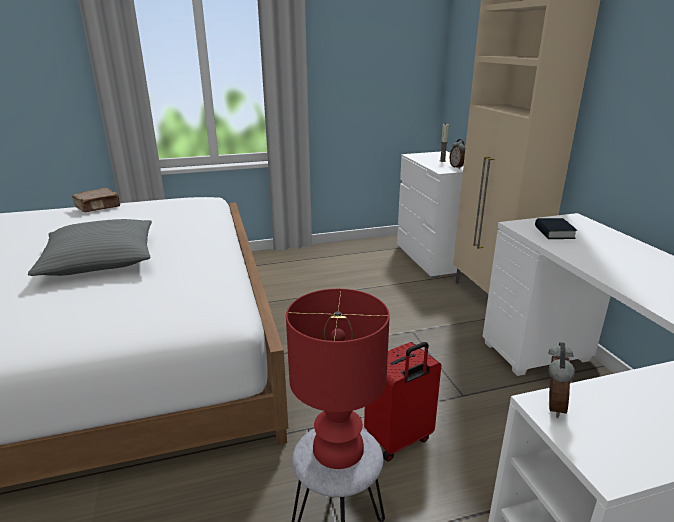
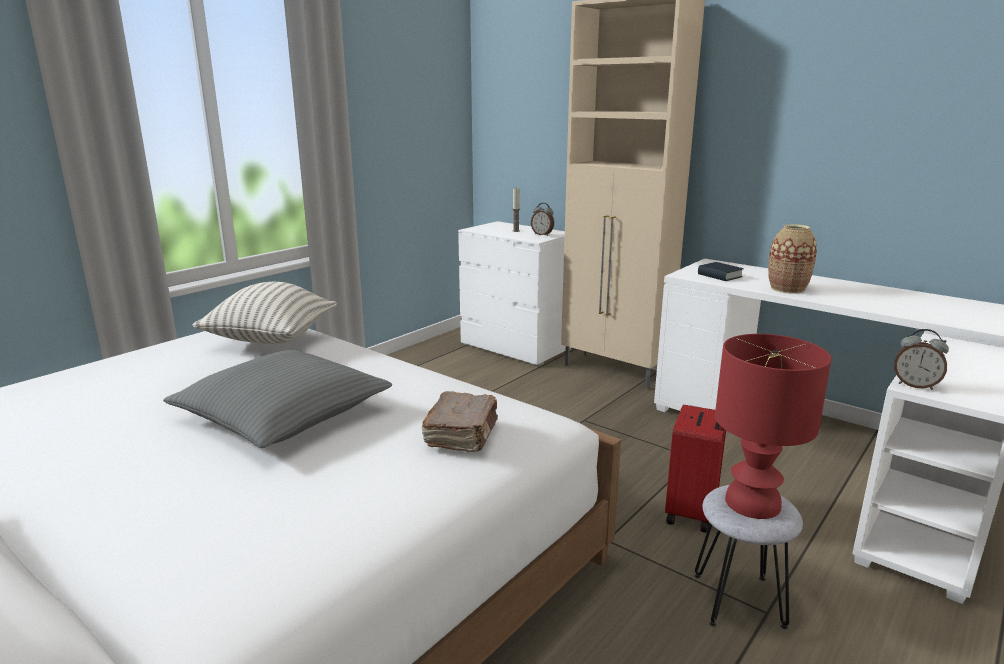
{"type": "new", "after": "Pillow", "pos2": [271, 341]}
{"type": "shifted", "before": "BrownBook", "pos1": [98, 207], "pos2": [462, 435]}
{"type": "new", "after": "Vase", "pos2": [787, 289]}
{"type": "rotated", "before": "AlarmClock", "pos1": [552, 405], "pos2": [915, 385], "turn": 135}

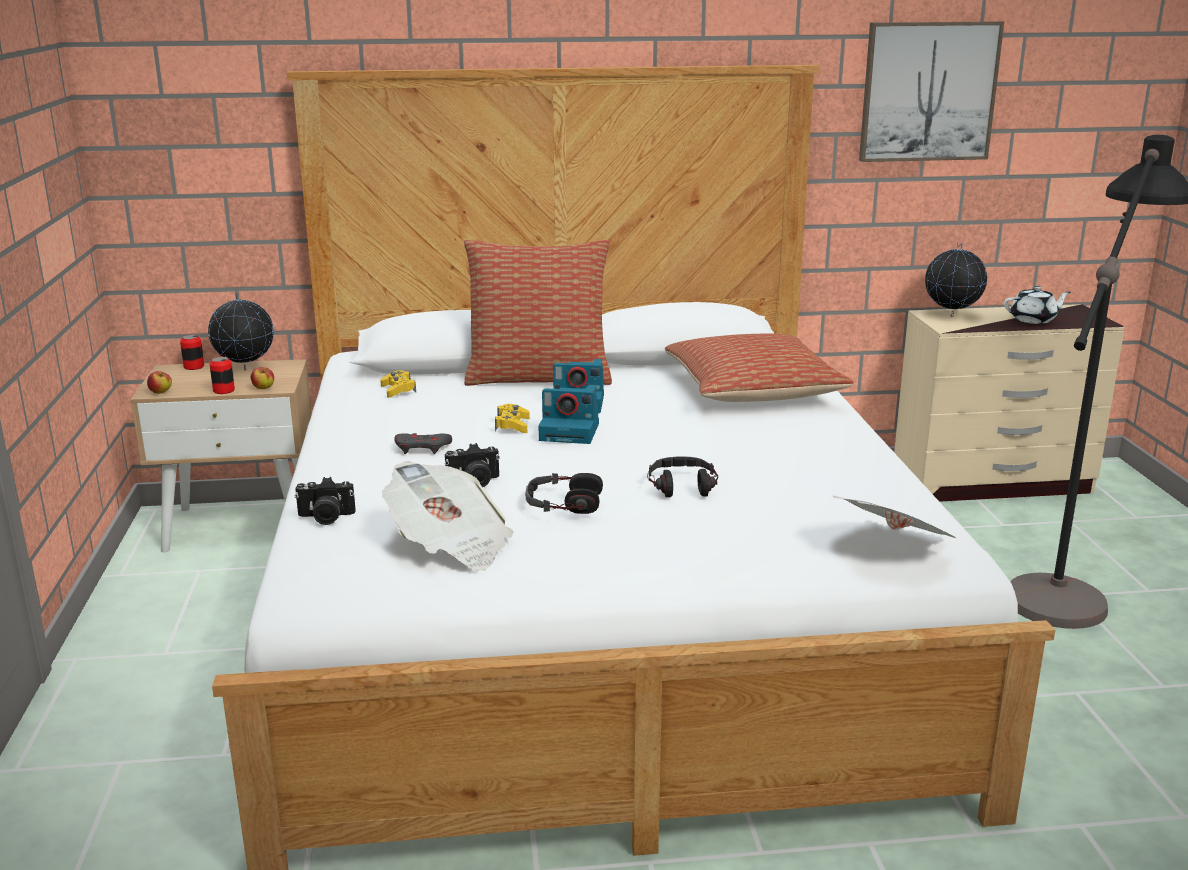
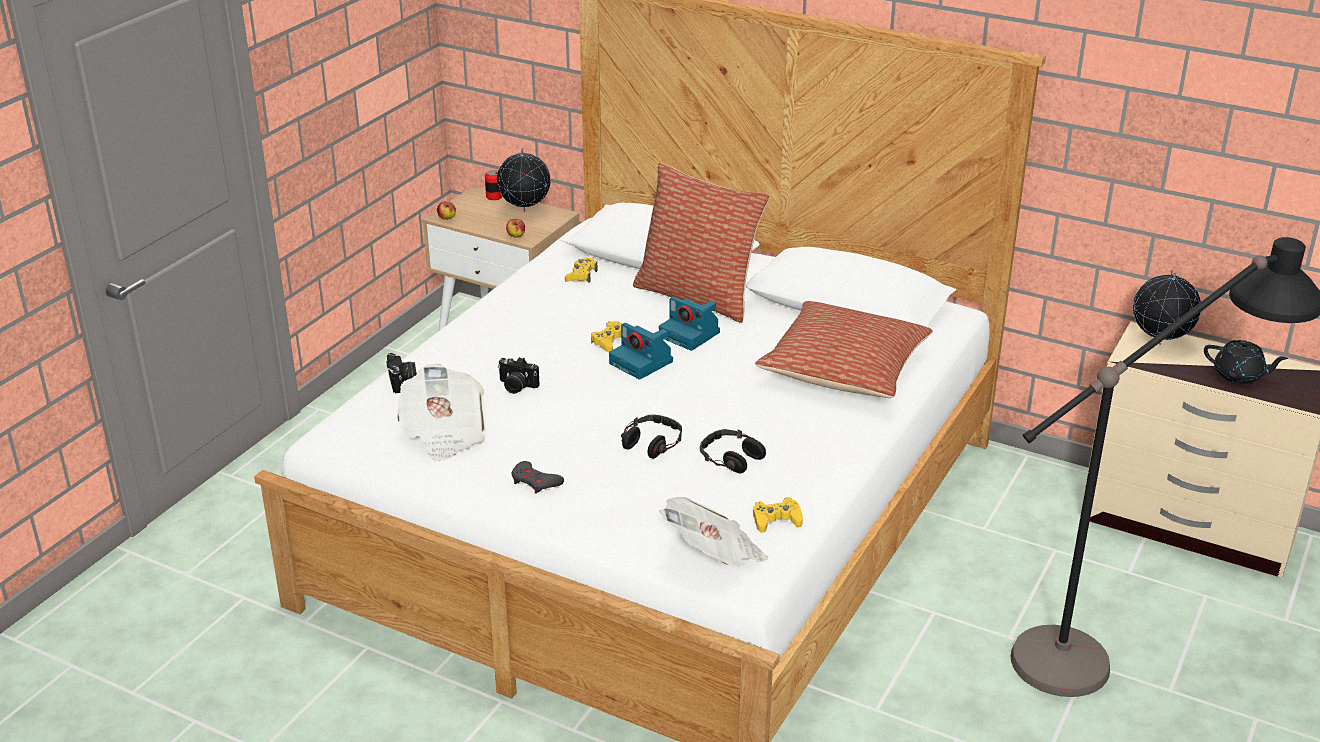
{"type": "rotated", "before": "PhotoCamera", "pos1": [325, 517], "pos2": [402, 381], "turn": -135}
{"type": "shifted", "before": "GreyGameController", "pos1": [422, 448], "pos2": [535, 482]}
{"type": "shifted", "before": "Headphones", "pos1": [563, 504], "pos2": [730, 457]}
{"type": "new", "after": "YellowGameController", "pos2": [776, 520]}
{"type": "repainted", "before": "WhiteTeapot", "after": "BlackTeapot", "pos1": [1033, 320], "pos2": [1239, 375]}
{"type": "gone", "before": "Can", "pos1": [224, 390]}
{"type": "gone", "before": "Picture", "pos1": [928, 92]}

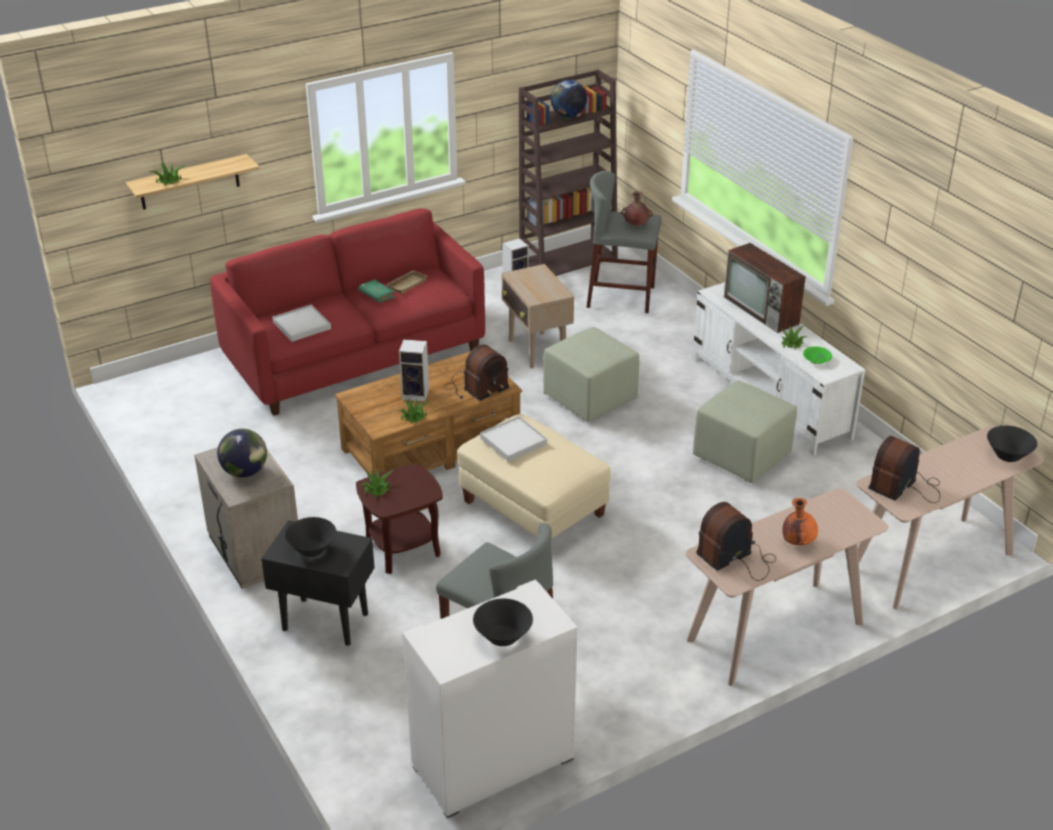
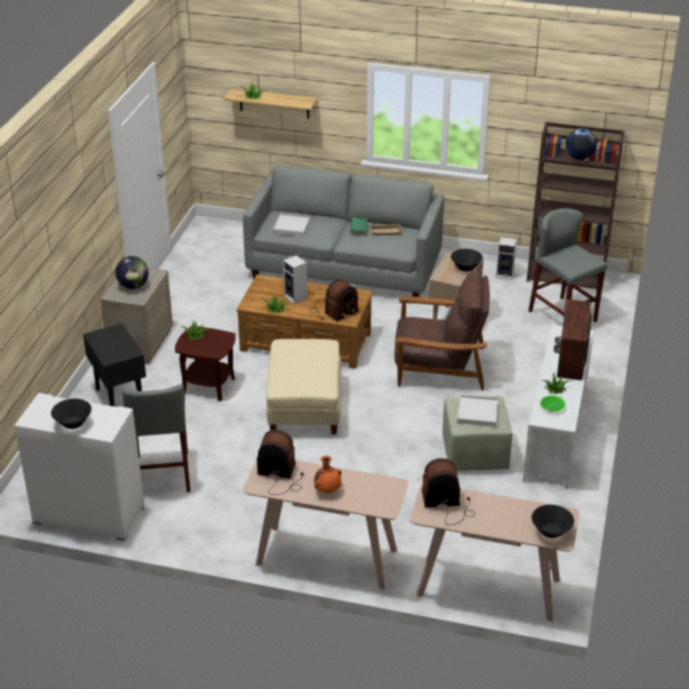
{"type": "repainted", "before": "RedSofa", "after": "GreySofa", "pos1": [355, 355], "pos2": [344, 268]}
{"type": "rotated", "before": "Radio", "pos1": [475, 387], "pos2": [333, 311], "turn": -45}
{"type": "swapped", "before": "GreenOttoman", "after": "BrownArmchair", "pos1": [591, 399], "pos2": [439, 367]}
{"type": "shifted", "before": "BlackBowl", "pos1": [312, 549], "pos2": [465, 268]}
{"type": "shifted", "before": "WhiteTray", "pos1": [513, 441], "pos2": [477, 413]}
{"type": "gone", "before": "BrownVase", "pos1": [635, 225]}

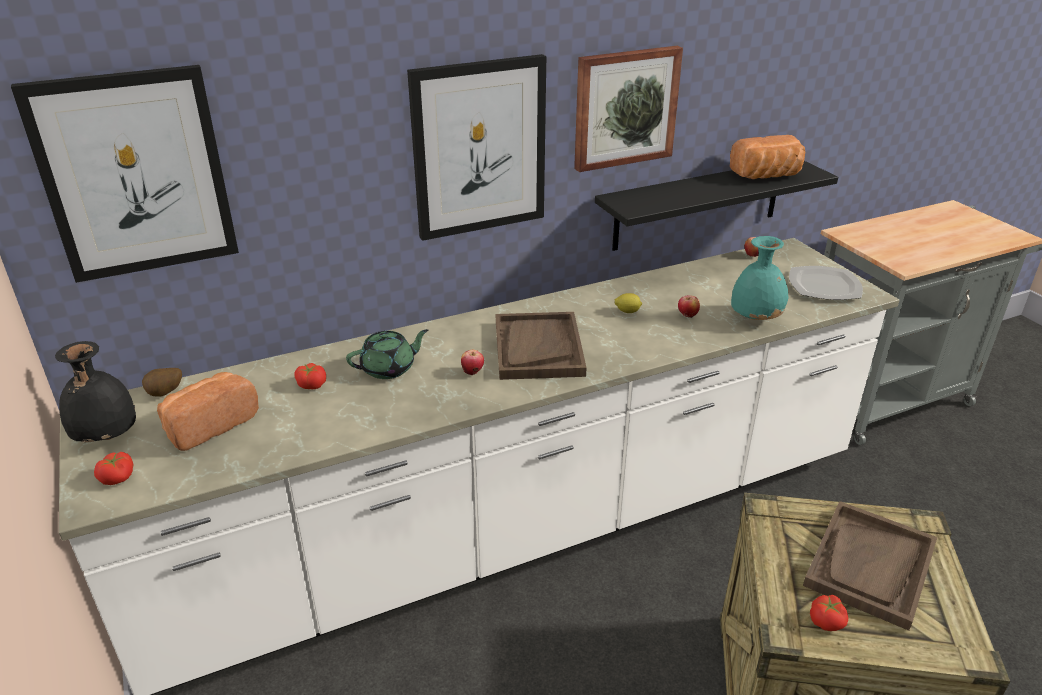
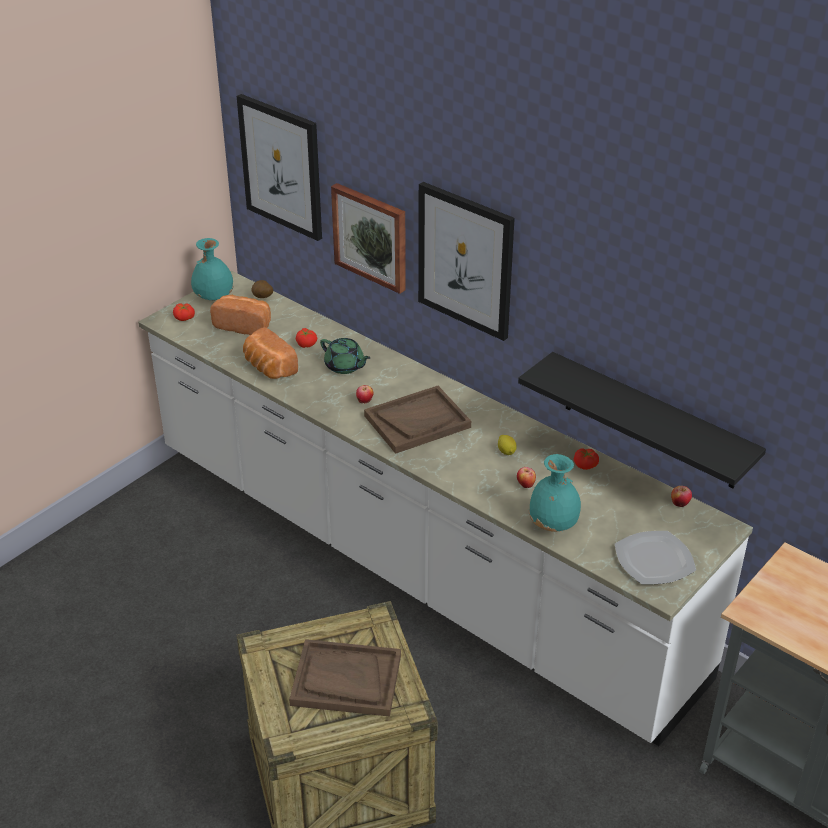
{"type": "repainted", "before": "BlackVase", "after": "TurquoiseVase", "pos1": [105, 436], "pos2": [214, 297]}
{"type": "shifted", "before": "Bread", "pos1": [767, 176], "pos2": [268, 368]}
{"type": "shifted", "before": "Picture", "pos1": [625, 107], "pos2": [371, 236]}
{"type": "shifted", "before": "Tomato", "pos1": [827, 621], "pos2": [585, 465]}

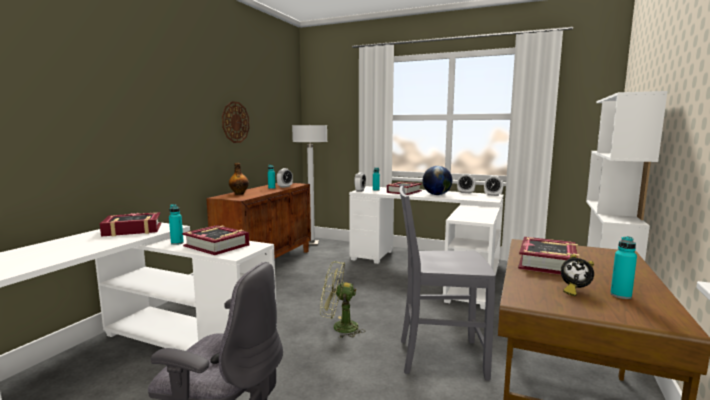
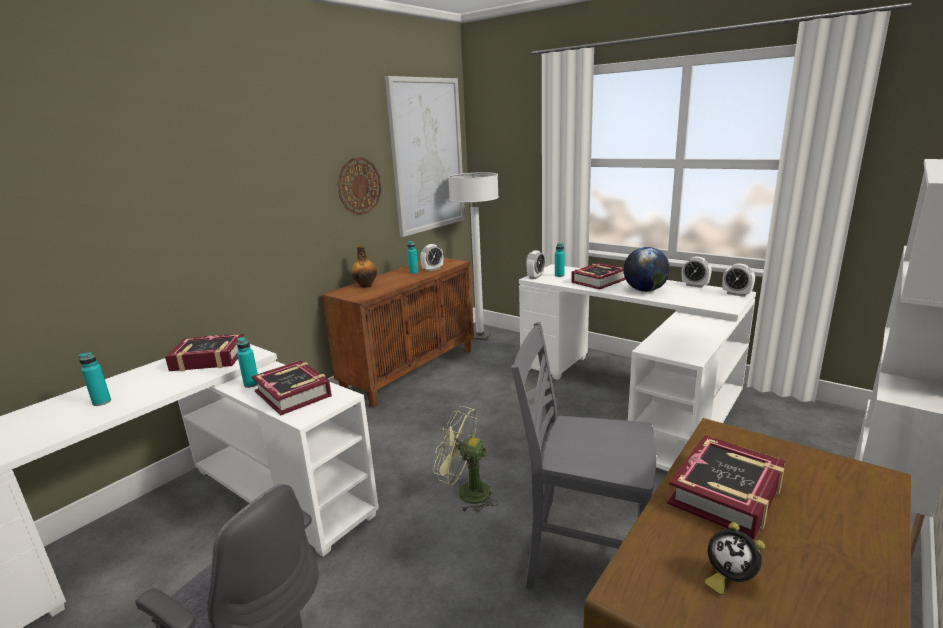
{"type": "shifted", "before": "TurquoiseBottle", "pos1": [620, 295], "pos2": [102, 402]}
{"type": "new", "after": "Picture", "pos2": [427, 156]}

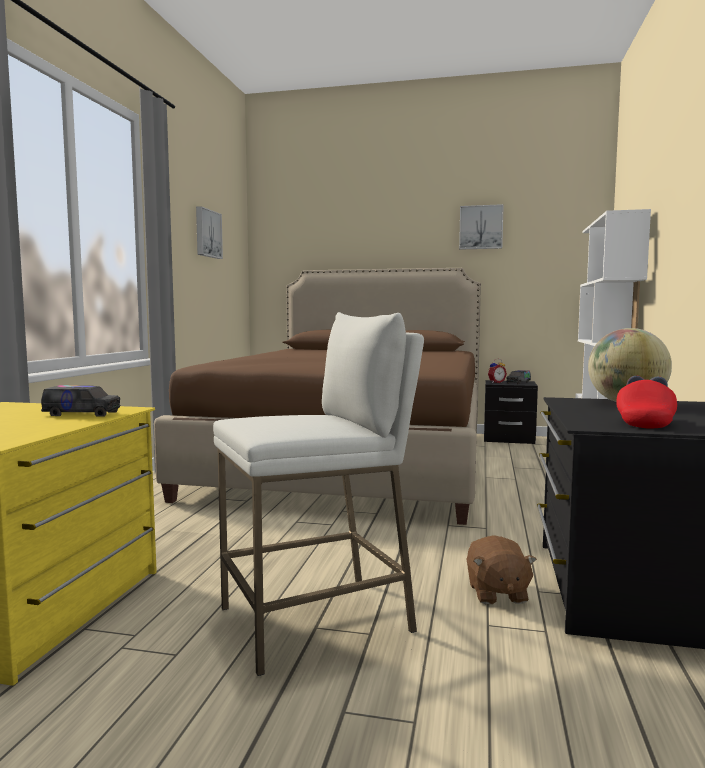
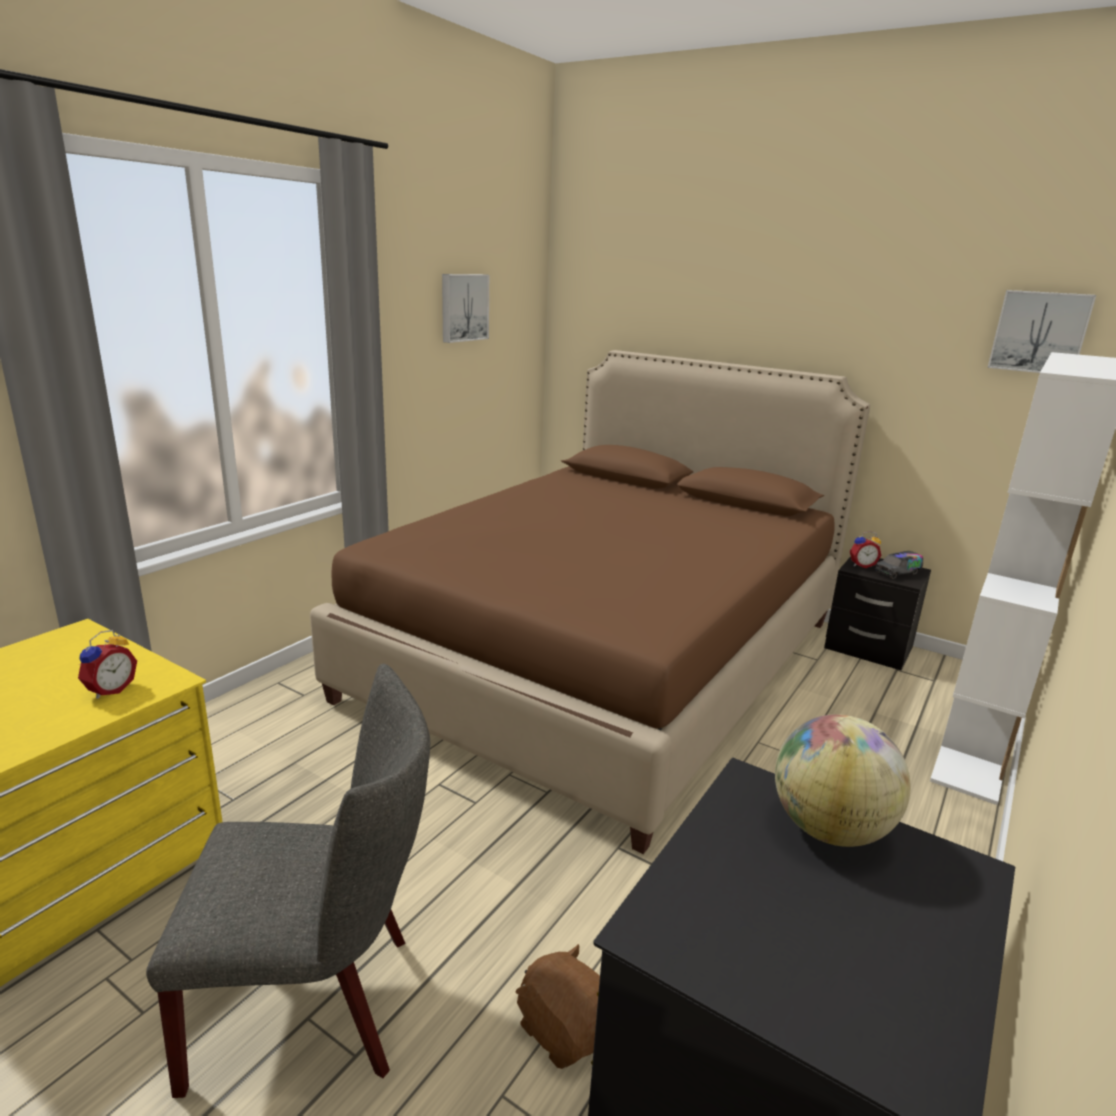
{"type": "swapped", "before": "ToyTruck", "after": "AlarmClock", "pos1": [82, 414], "pos2": [109, 690]}
{"type": "swapped", "before": "WhiteStool", "after": "GreyChair", "pos1": [317, 620], "pos2": [318, 1004]}
{"type": "rotated", "before": "BrownPlushToy", "pos1": [496, 593], "pos2": [565, 1029], "turn": 120}
{"type": "shifted", "before": "Picture", "pos1": [481, 227], "pos2": [1040, 332]}
{"type": "gone", "before": "RedCap", "pos1": [644, 422]}

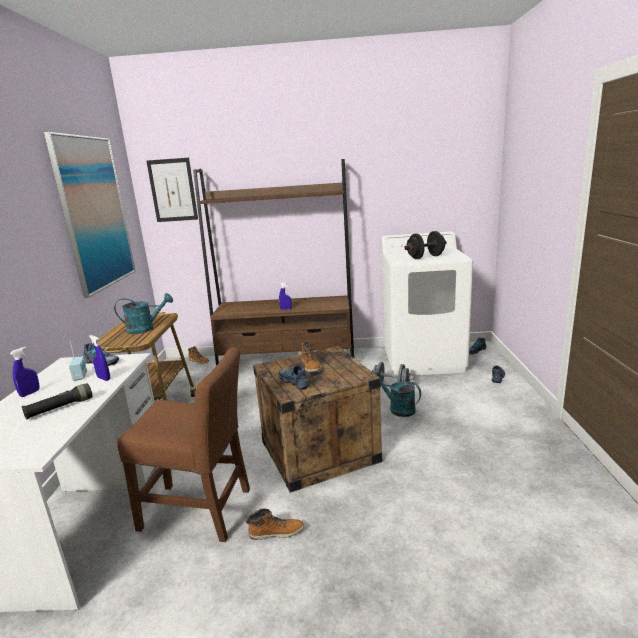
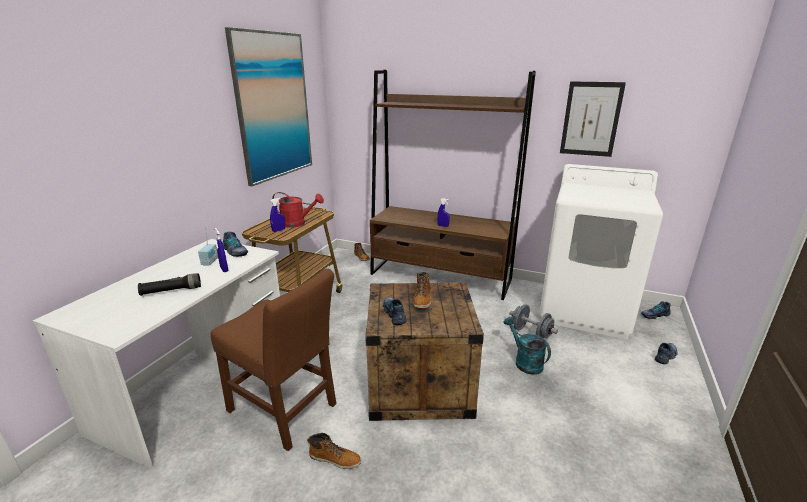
{"type": "shifted", "before": "BlueSprayBottle", "pos1": [30, 393], "pos2": [278, 230]}
{"type": "repainted", "before": "TurquoiseWateringCan", "after": "RedWateringCan", "pos1": [146, 329], "pos2": [297, 223]}
{"type": "shifted", "before": "Picture", "pos1": [173, 190], "pos2": [591, 119]}
{"type": "gone", "before": "BlackDumbbell", "pos1": [425, 257]}

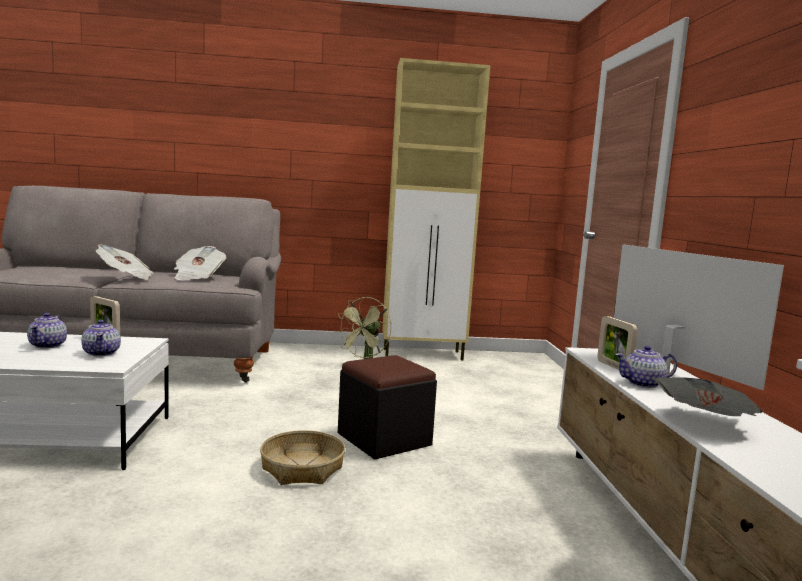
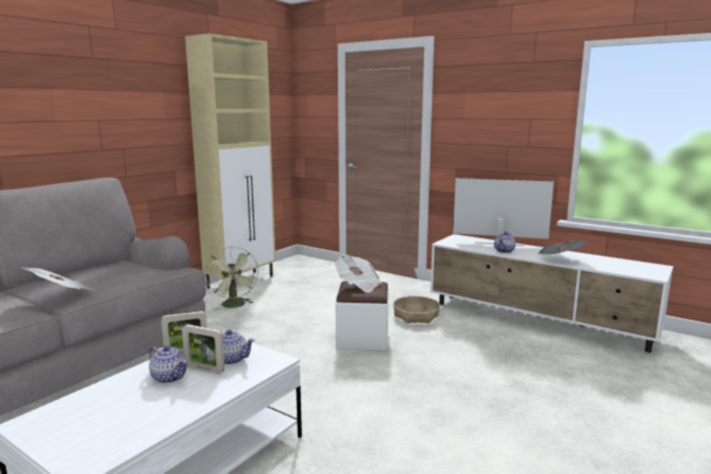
{"type": "shifted", "before": "PictureFrame", "pos1": [613, 366], "pos2": [204, 369]}
{"type": "shifted", "before": "Newspaper", "pos1": [197, 277], "pos2": [358, 285]}
{"type": "repainted", "before": "BlackOttoman", "after": "WhiteOttoman", "pos1": [384, 439], "pos2": [362, 339]}
{"type": "shifted", "before": "Basket", "pos1": [302, 468], "pos2": [416, 316]}

